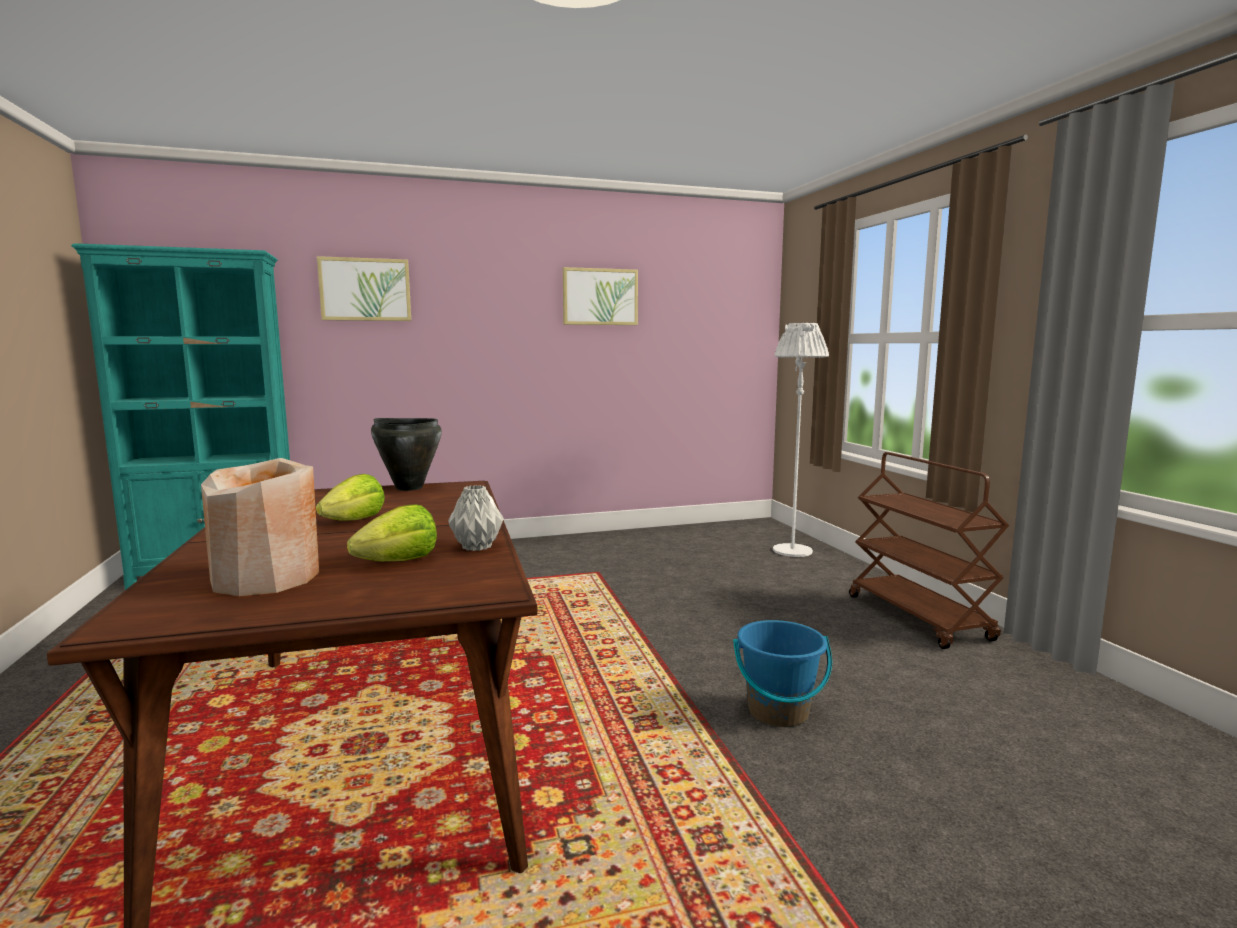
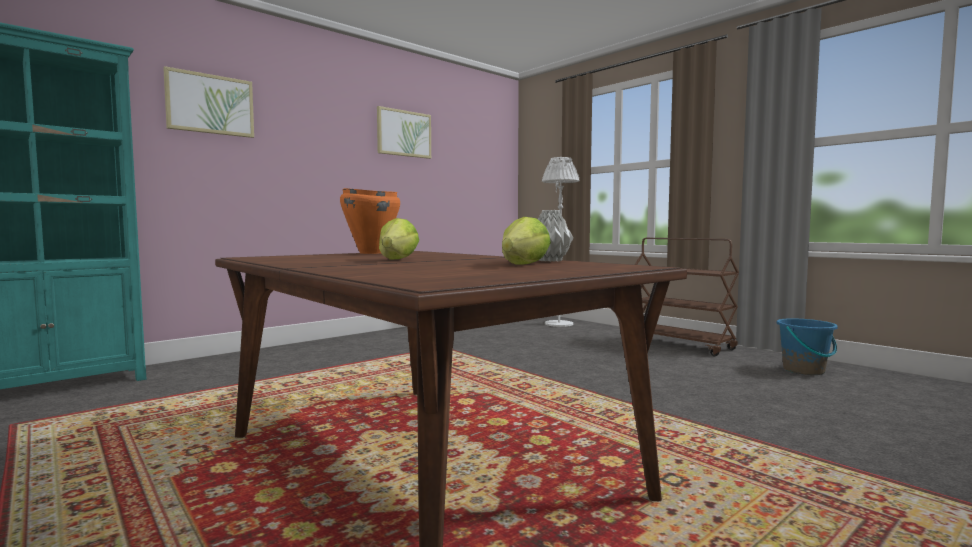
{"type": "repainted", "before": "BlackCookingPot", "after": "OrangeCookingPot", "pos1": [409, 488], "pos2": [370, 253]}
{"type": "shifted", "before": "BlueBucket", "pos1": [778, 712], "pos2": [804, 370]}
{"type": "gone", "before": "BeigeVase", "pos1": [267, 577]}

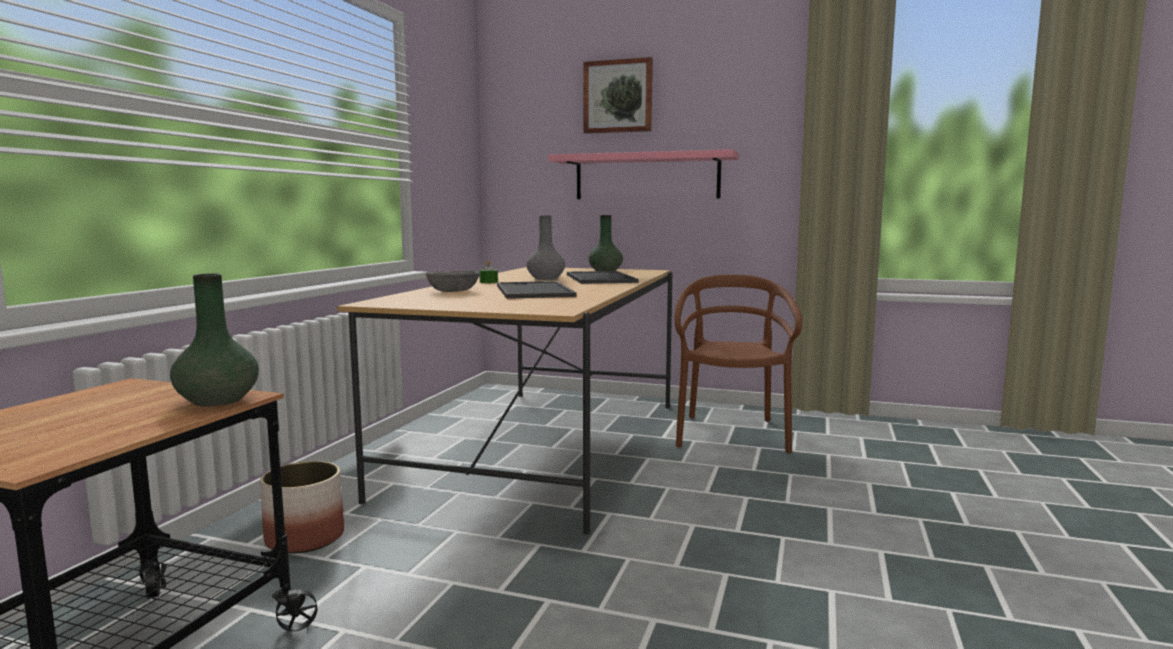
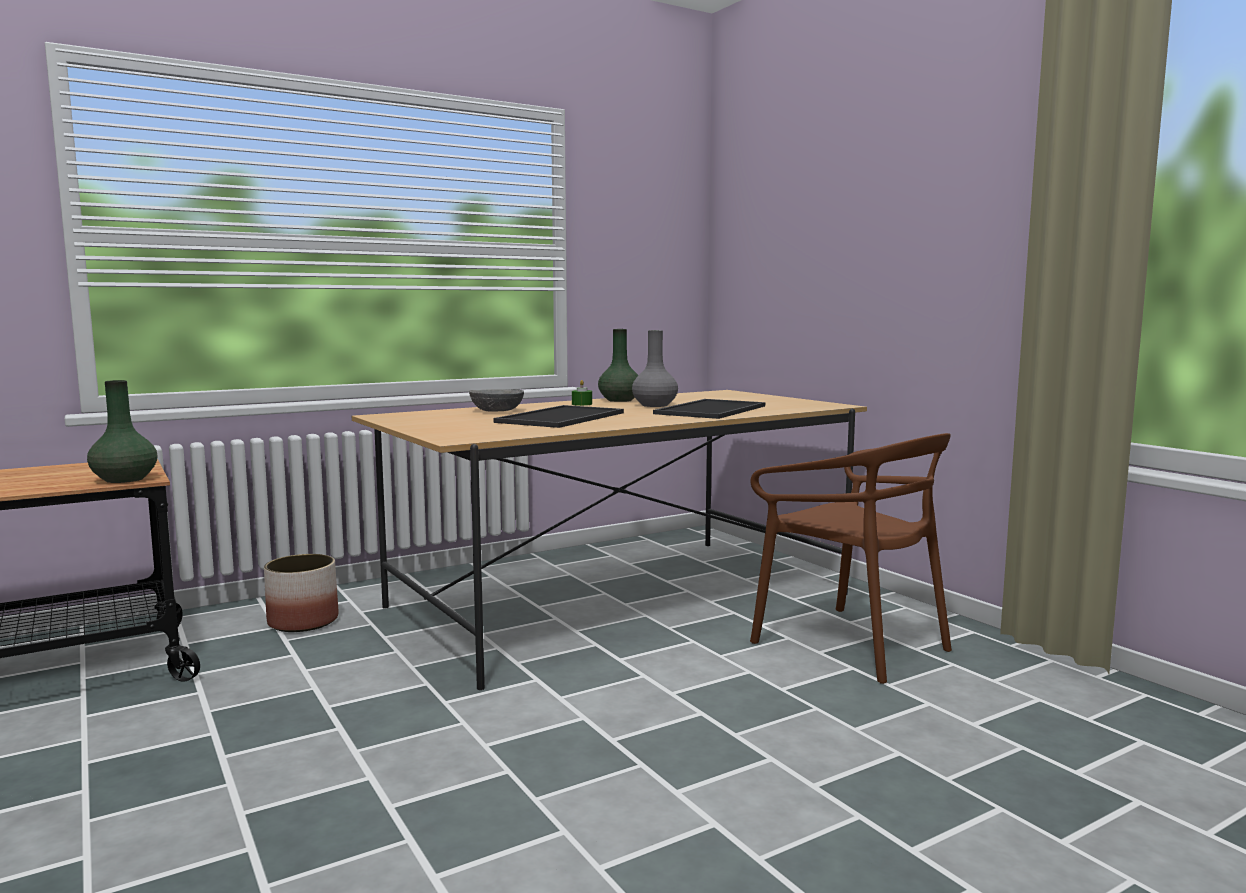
{"type": "shifted", "before": "GreenVase", "pos1": [605, 271], "pos2": [620, 400]}
{"type": "rotated", "before": "BrownChair", "pos1": [731, 434], "pos2": [850, 644], "turn": 90}
{"type": "gone", "before": "PinkShelf", "pos1": [646, 177]}
{"type": "gone", "before": "Picture", "pos1": [618, 96]}

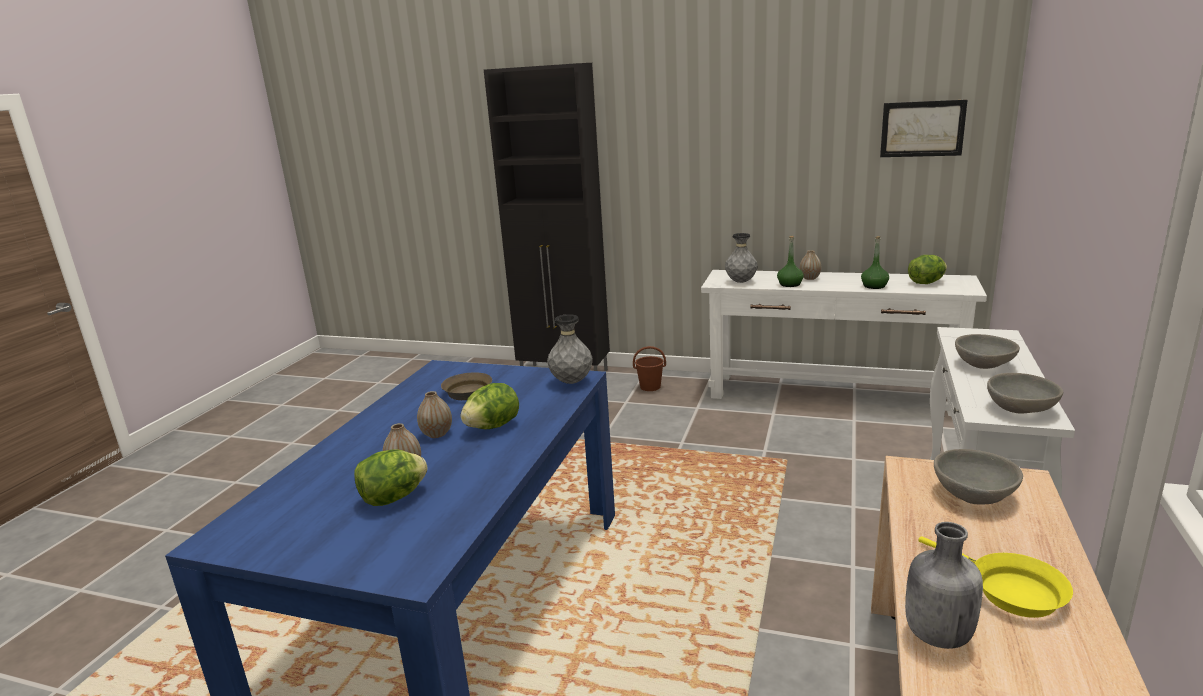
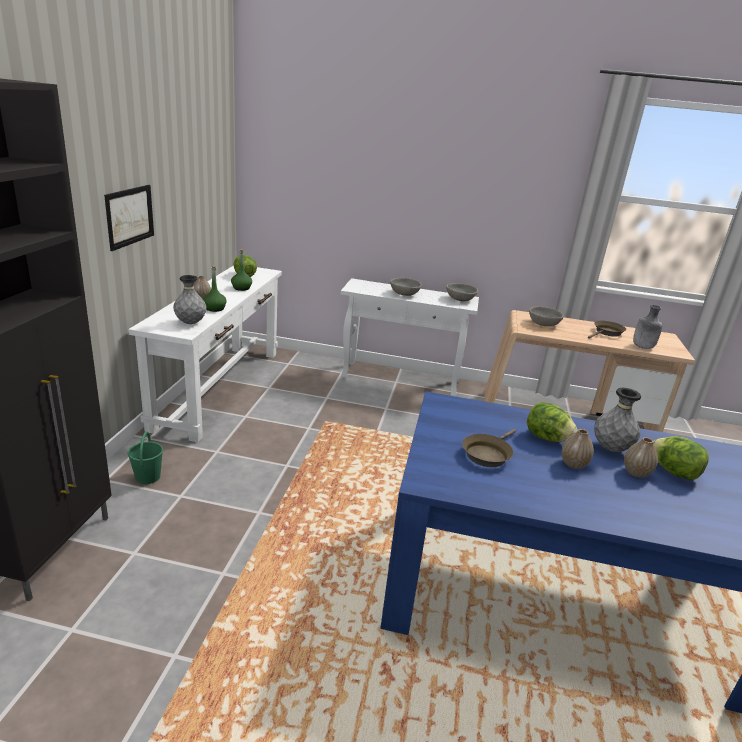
{"type": "shifted", "before": "Picture", "pos1": [922, 129], "pos2": [130, 216]}
{"type": "repainted", "before": "BrownBucket", "after": "GreenBucket", "pos1": [650, 387], "pos2": [148, 477]}
{"type": "repainted", "before": "YellowFryingPan", "after": "BrownFryingPan", "pos1": [1009, 590], "pos2": [607, 333]}
{"type": "shifted", "before": "GreyVase", "pos1": [571, 382], "pos2": [611, 449]}

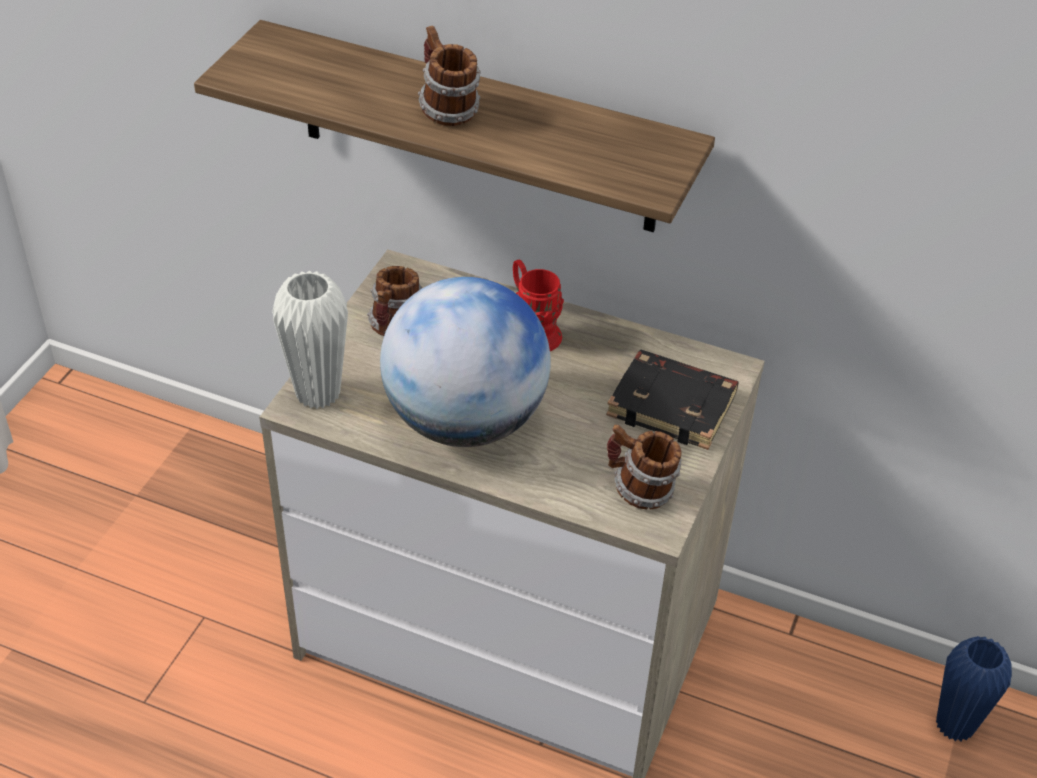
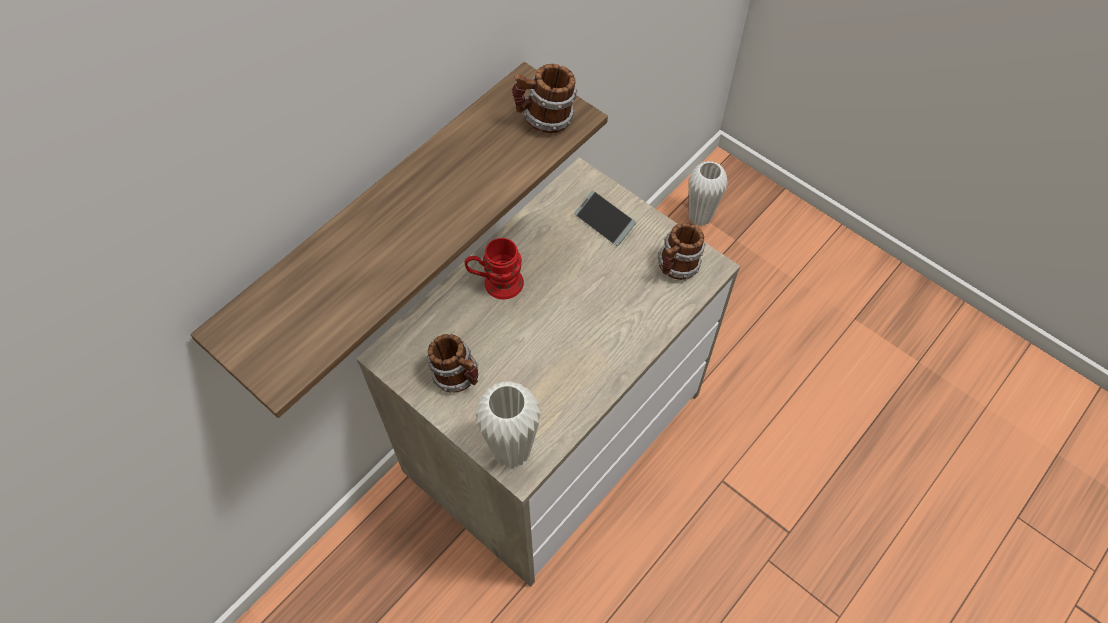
{"type": "shifted", "before": "Mug", "pos1": [446, 110], "pos2": [545, 119]}
{"type": "swapped", "before": "BlackBook", "after": "Phone", "pos1": [674, 405], "pos2": [604, 222]}
{"type": "repainted", "before": "BlueVase", "after": "WhiteVase", "pos1": [955, 725], "pos2": [699, 217]}
{"type": "gone", "before": "Globe", "pos1": [465, 421]}

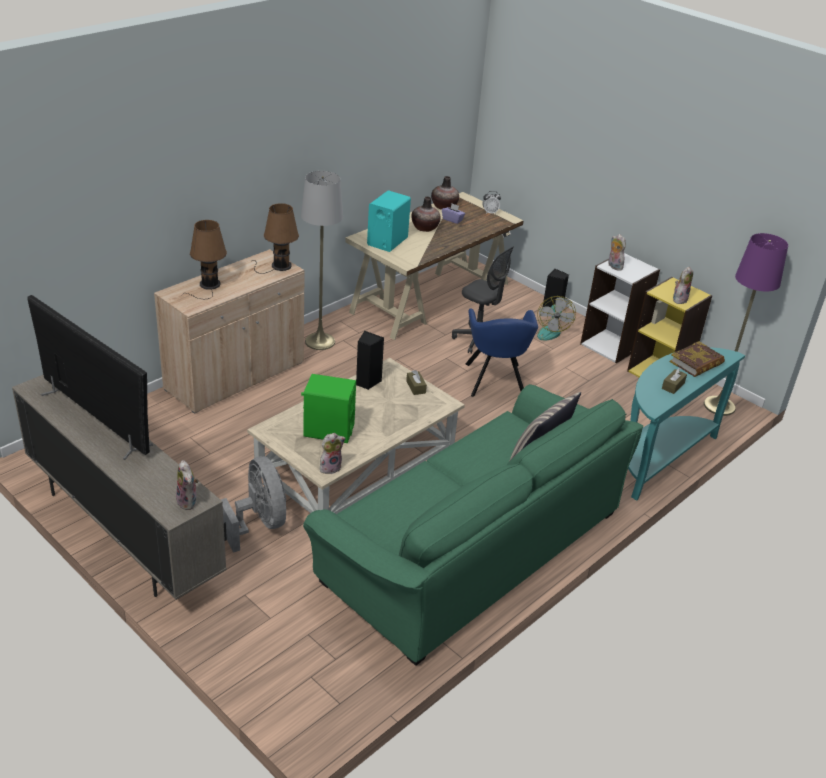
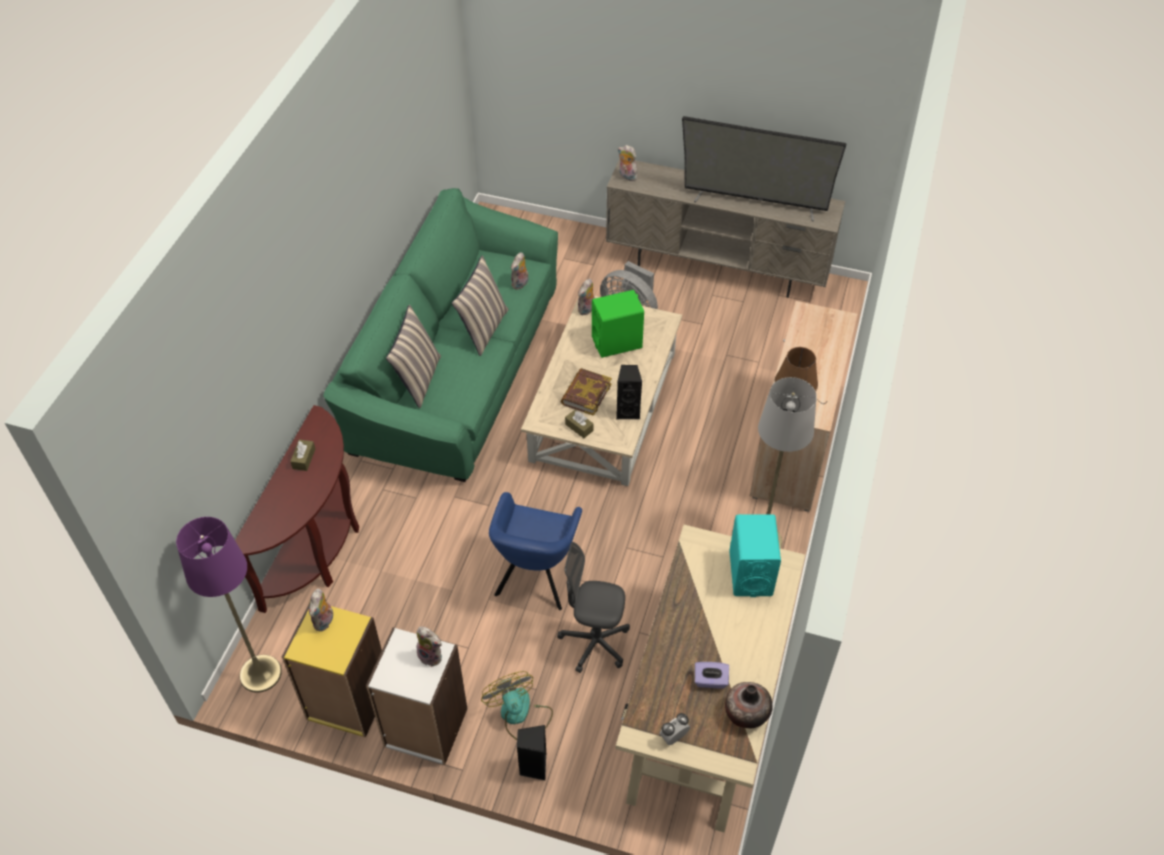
{"type": "repainted", "before": "TurquoiseConsoleTable", "after": "BrownConsoleTable", "pos1": [660, 457], "pos2": [317, 549]}
{"type": "new", "after": "Pillow", "pos2": [483, 329]}
{"type": "rotated", "before": "BlueArmchair", "pos1": [495, 382], "pos2": [536, 576], "turn": -135}
{"type": "new", "after": "PlushToy", "pos2": [520, 284]}
{"type": "shifted", "before": "Book", "pos1": [696, 363], "pos2": [586, 394]}
{"type": "gone", "before": "BrownTableLamp", "pos1": [208, 285]}
{"type": "gone", "before": "Vase", "pos1": [425, 228]}

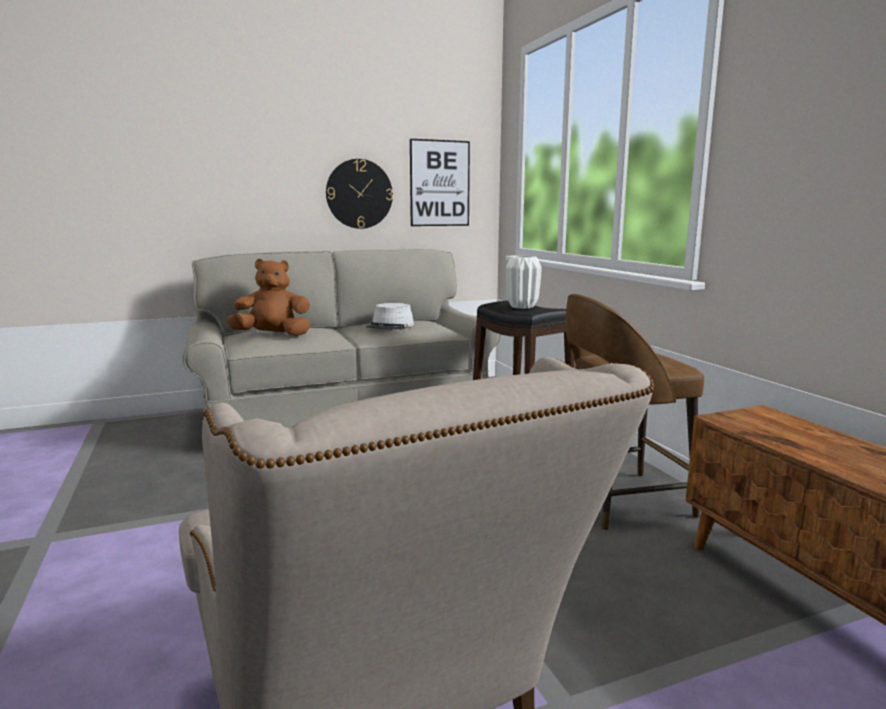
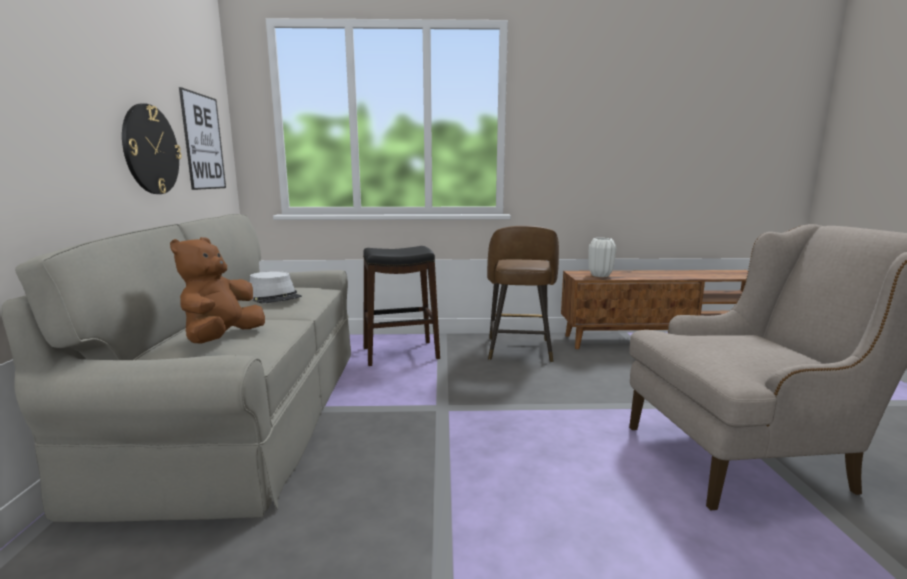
{"type": "shifted", "before": "WhiteVase", "pos1": [522, 307], "pos2": [600, 275]}

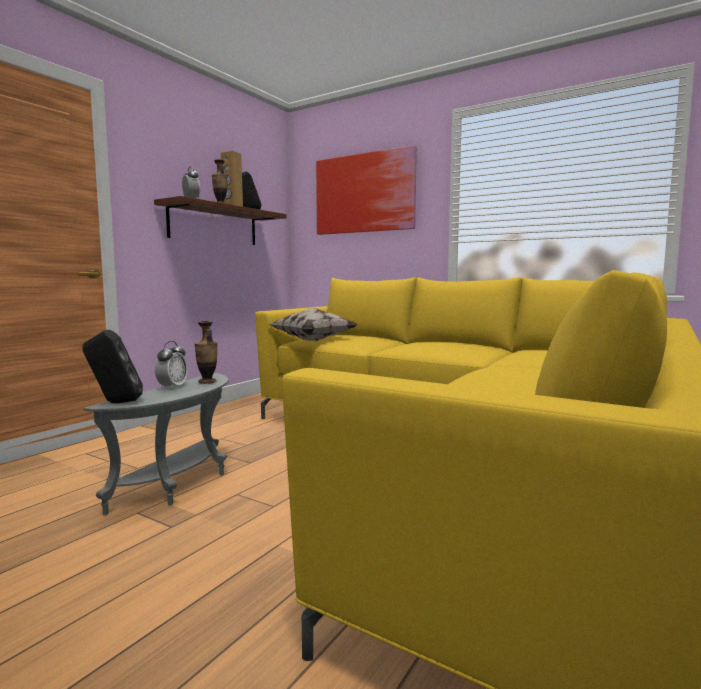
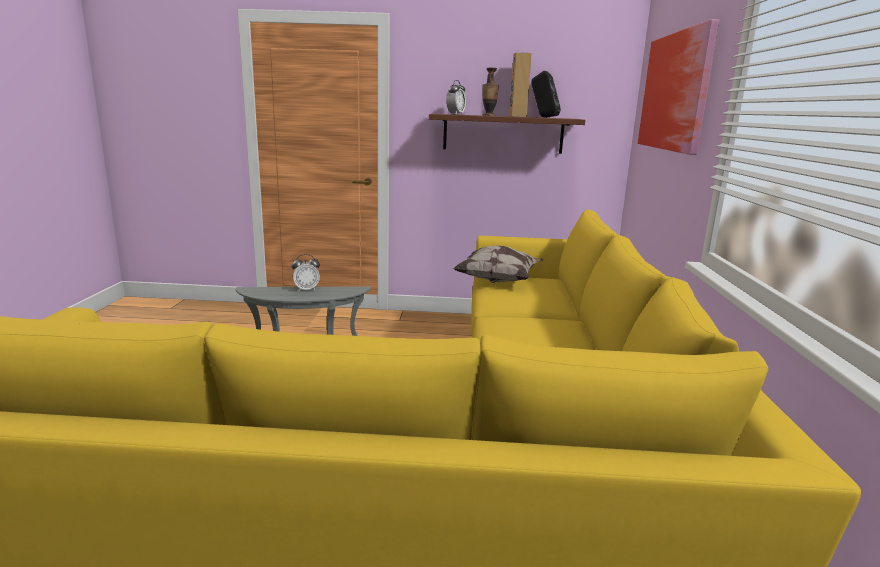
{"type": "gone", "before": "BlackSpeaker", "pos1": [115, 403]}
{"type": "gone", "before": "Vase", "pos1": [207, 382]}

